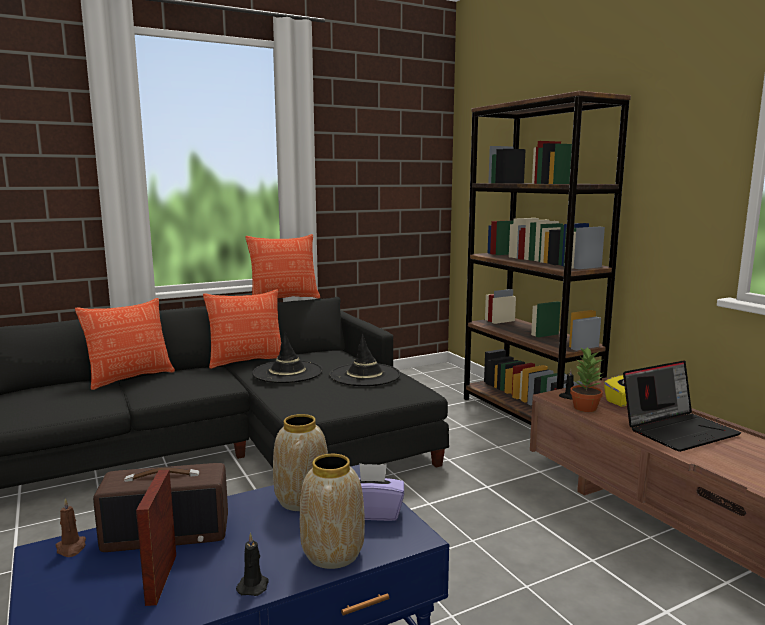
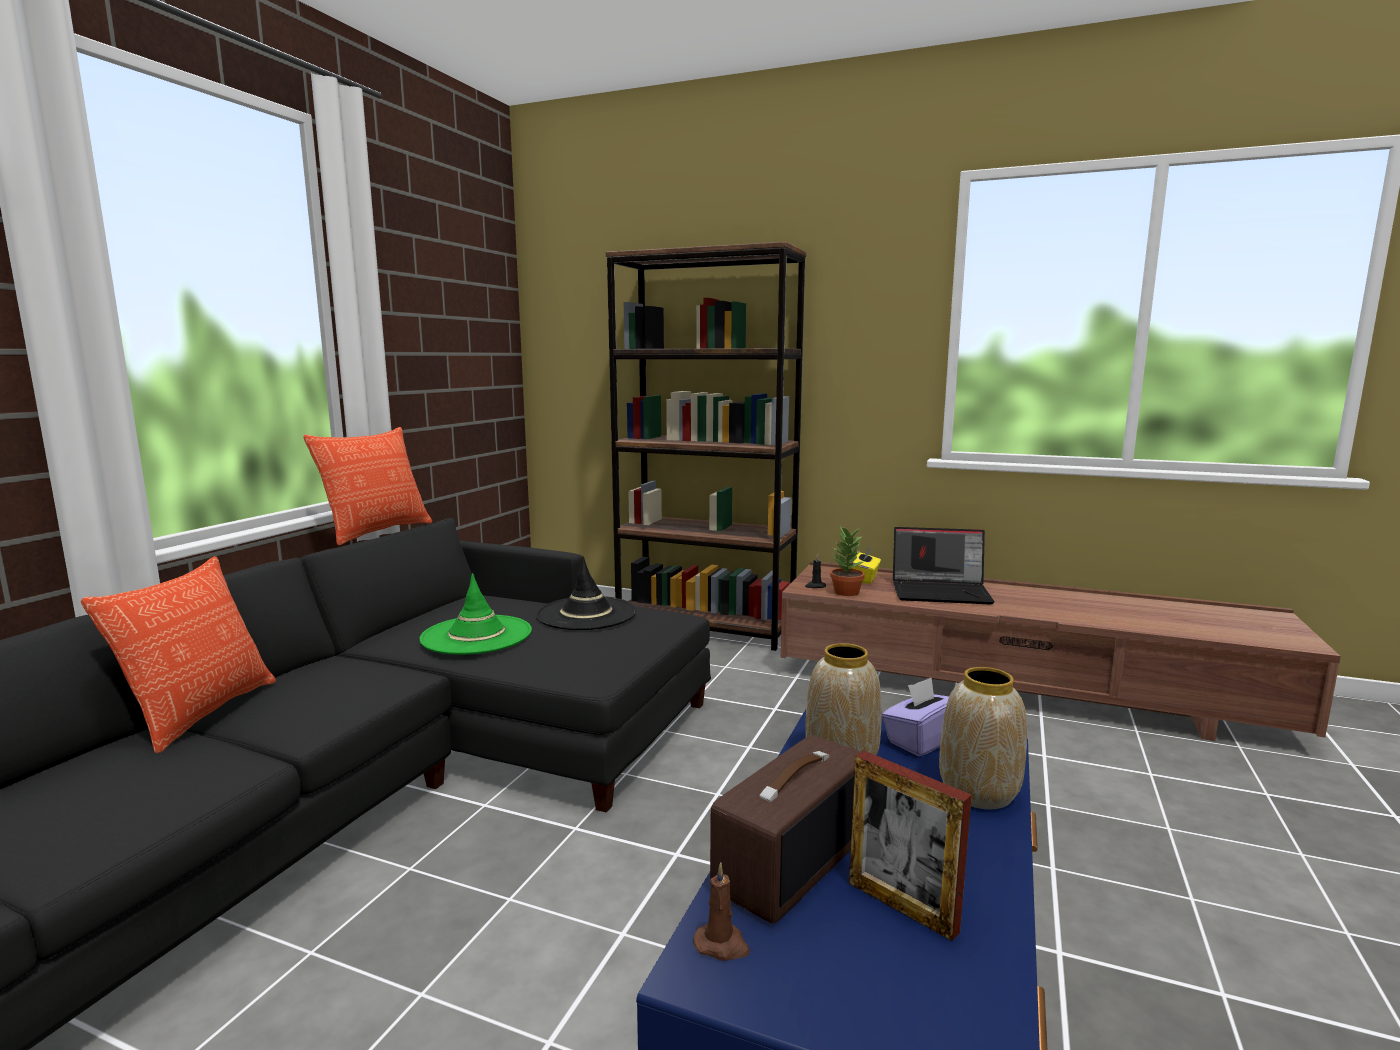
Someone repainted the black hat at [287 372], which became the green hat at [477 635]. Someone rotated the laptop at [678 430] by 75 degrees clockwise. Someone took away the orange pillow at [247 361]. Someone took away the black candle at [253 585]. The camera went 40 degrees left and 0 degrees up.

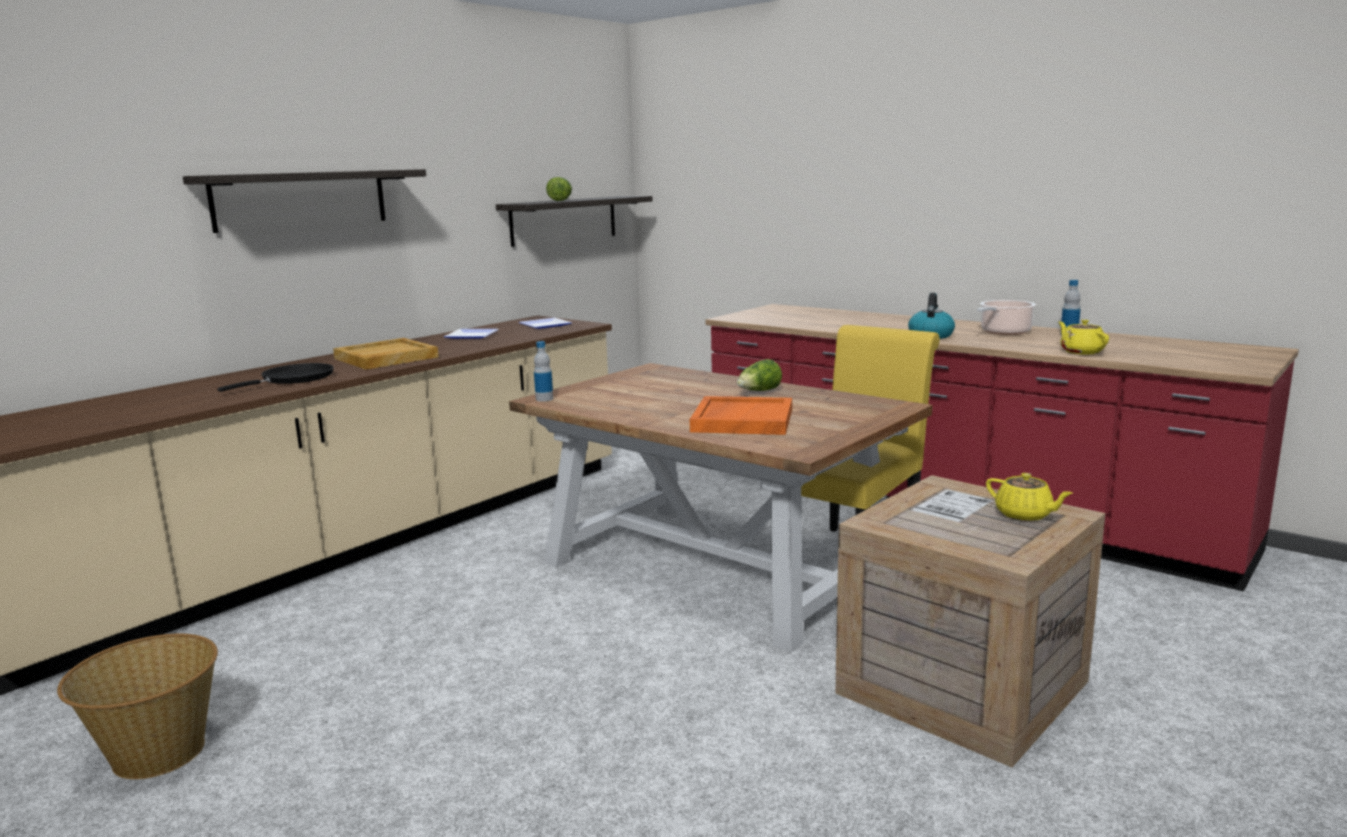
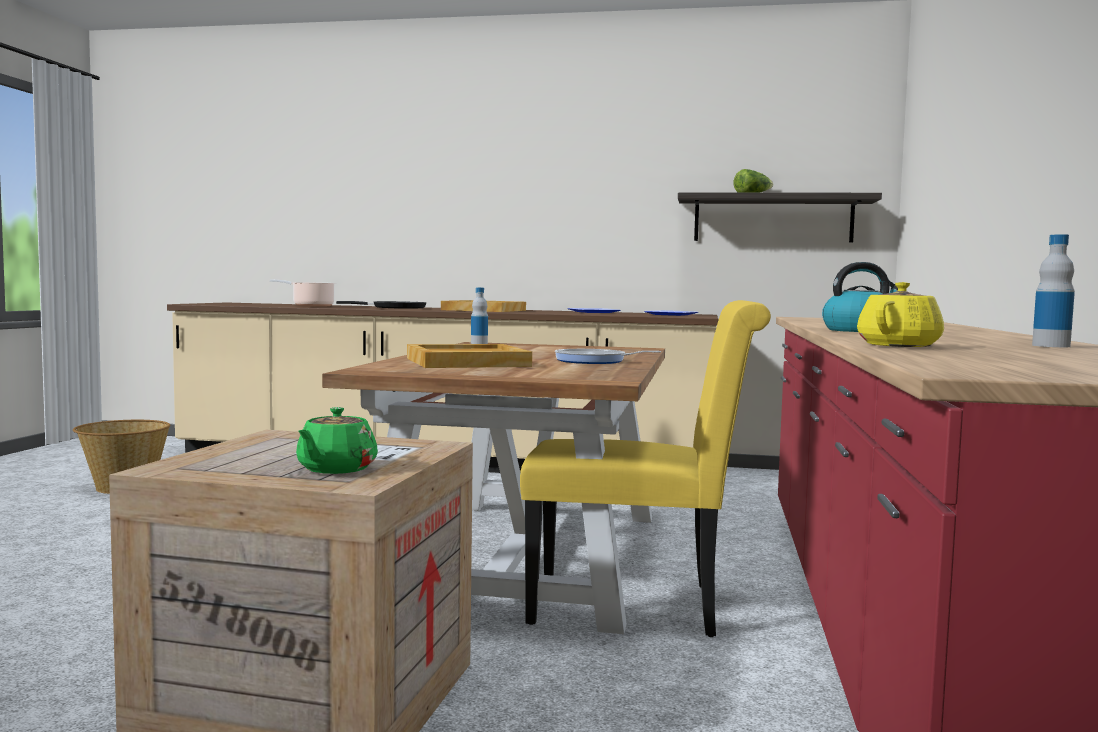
Someone carried the cooking pot from [1004 332] to [311 306]. Someone repainted the yellow teapot at [1024 515], which became the green teapot at [335 469]. Someone repainted the orange tray at [742 420], which became the beige tray at [467 362]. Someone swapped the lettuce at [759 392] for the frying pan at [594 361]. Someone took away the shelf at [301 199]. The camera went 60 degrees right and 10 degrees down.

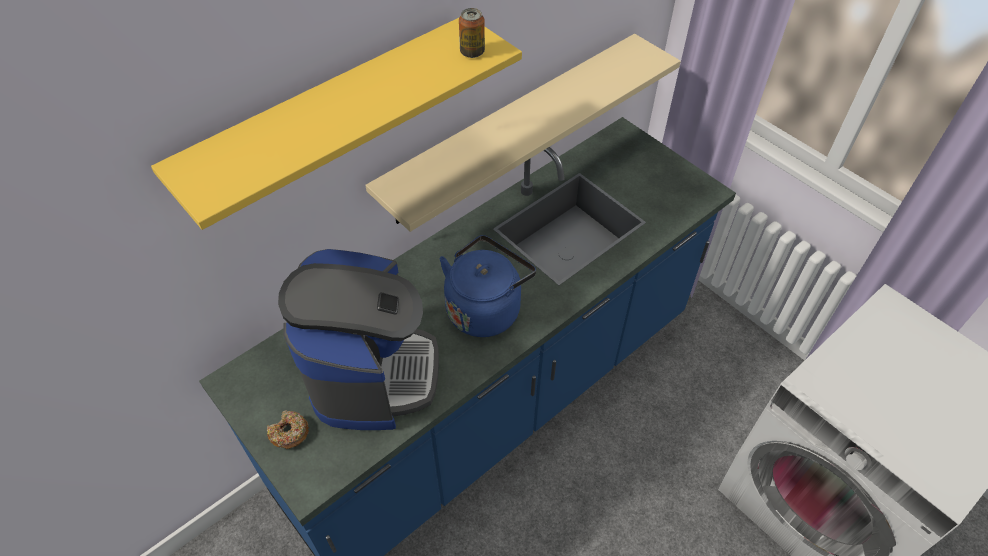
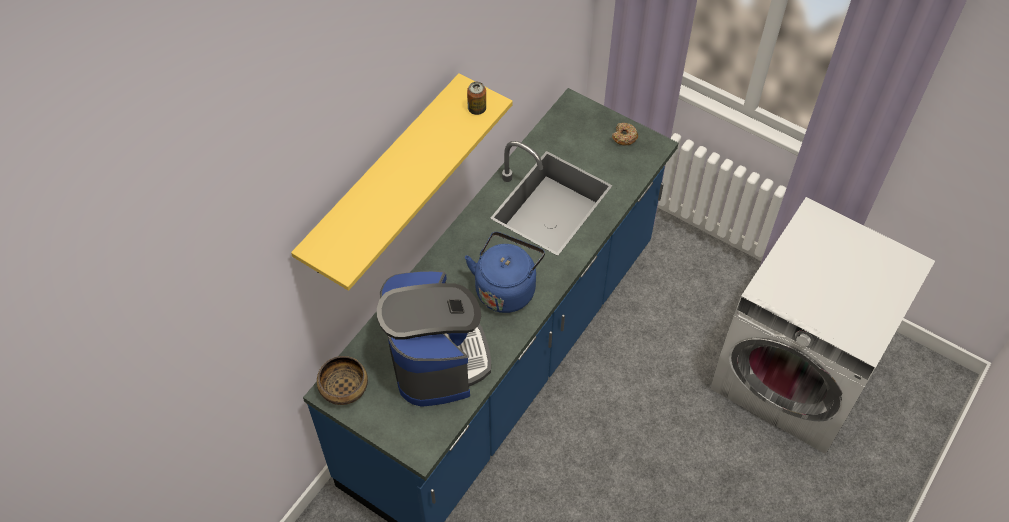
Someone put down the bowl at [343 387]. Someone carried the donut from [289 433] to [624 137]. Someone took away the beige shelf at [512 128]. The camera went 15 degrees left and 5 degrees up.

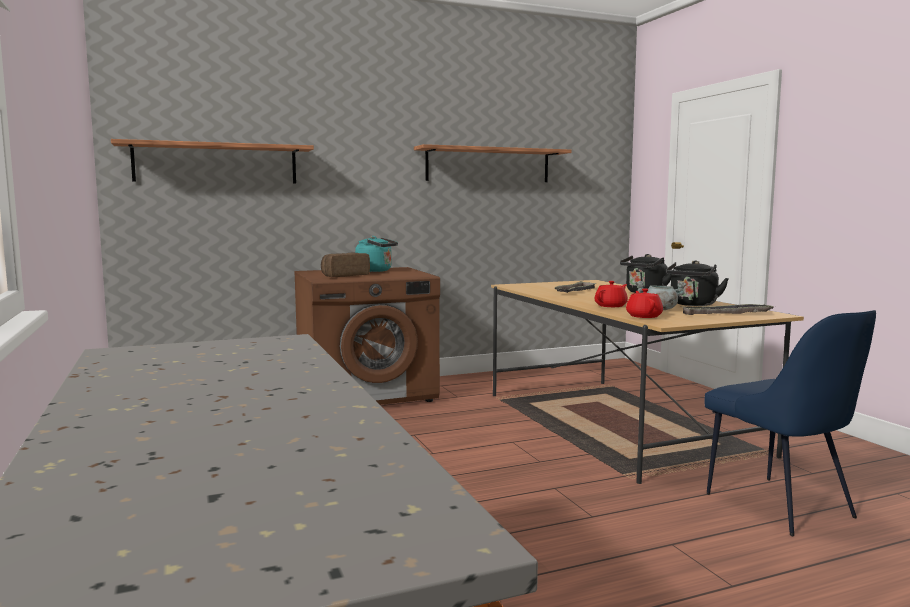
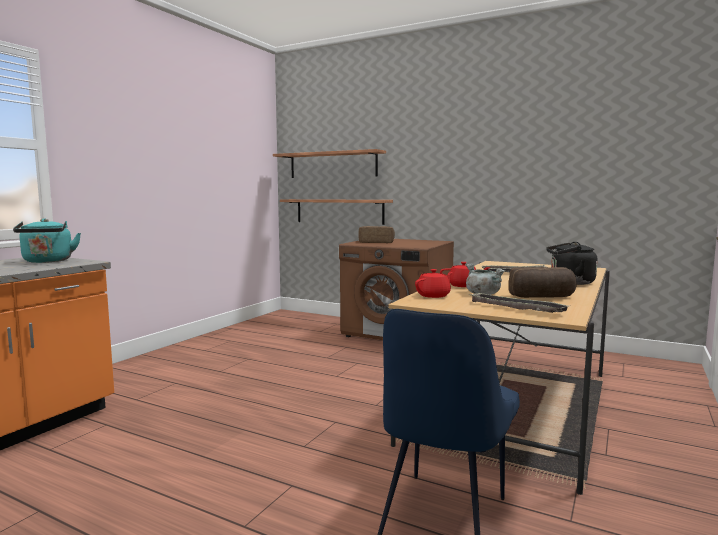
Someone carried the turquoise kettle from [376 271] to [47 261]. Someone carried the shelf from [488 165] to [339 211]. Someone swapped the black kettle at [693 304] for the bread at [542 297]. The camera went 50 degrees right and 0 degrees up.

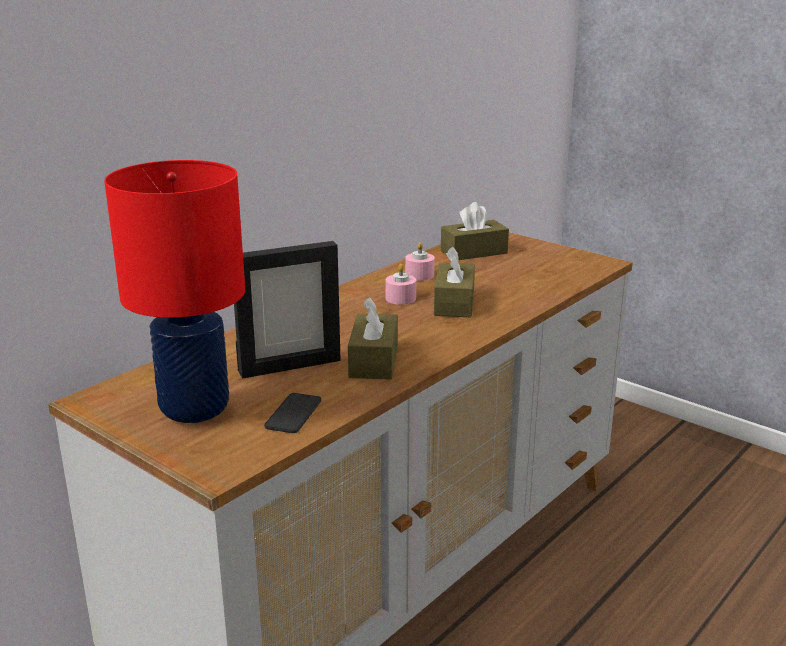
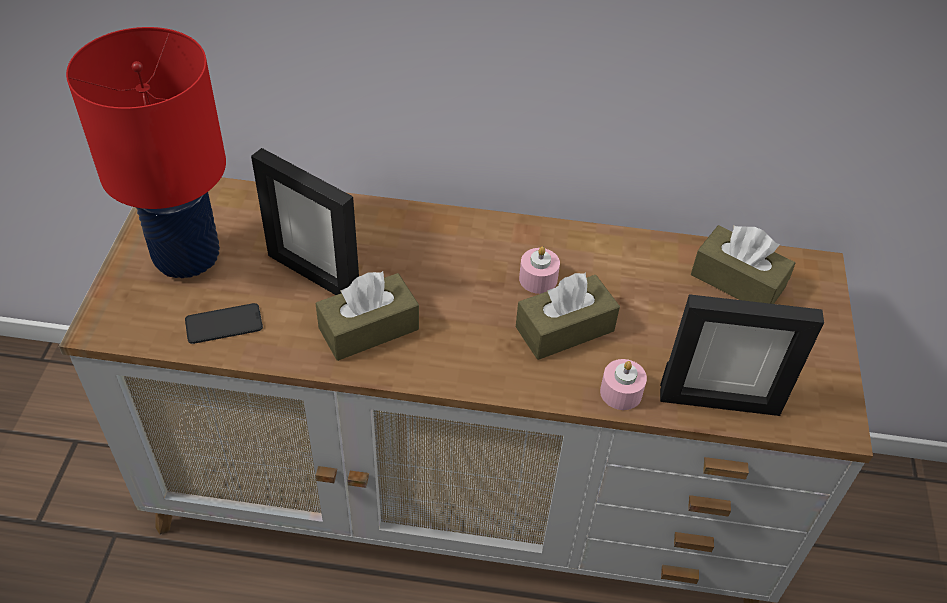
Someone carried the pink candle from [419 275] to [621 392]. Someone put down the picture frame at [719 400]. The camera went 55 degrees right and 25 degrees up.

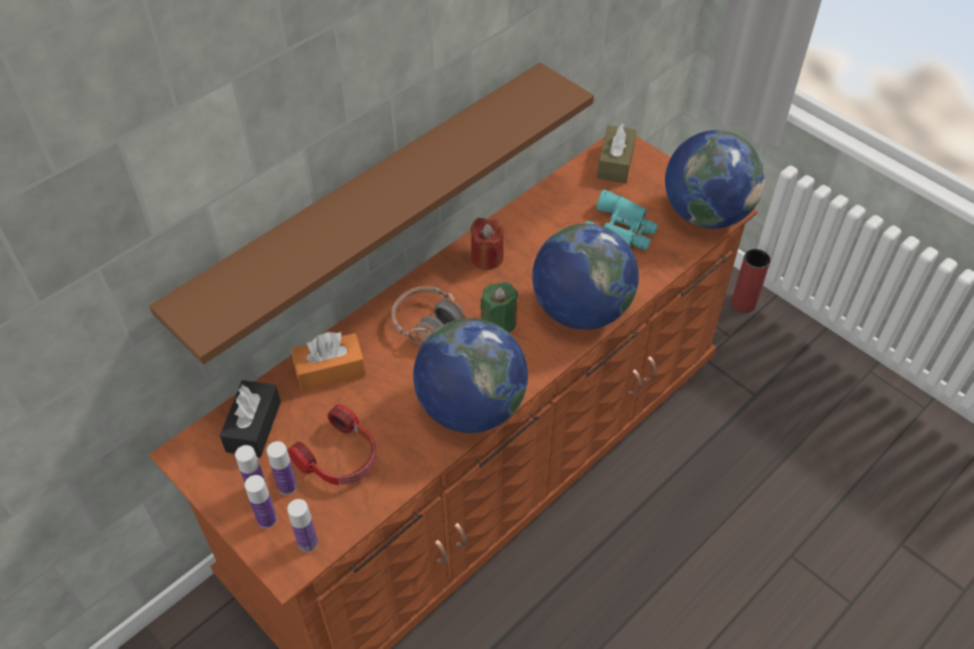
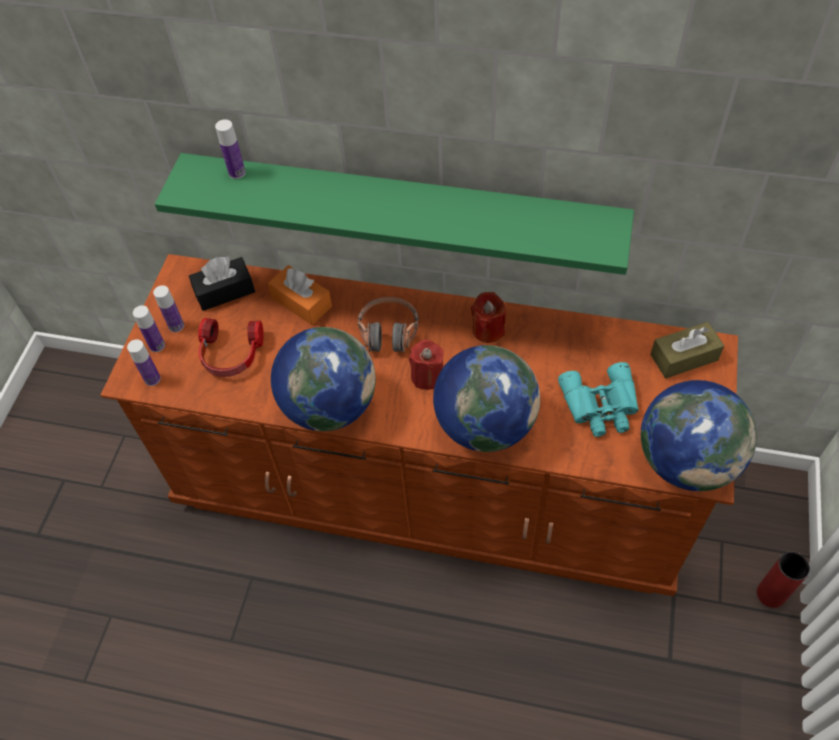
Someone repainted the brown shelf at [369 202], which became the green shelf at [400 208]. Someone carried the bottle from [287 486] to [237 173]. Someone repainted the green candle at [499 322], which became the red candle at [427 376]. The camera went 60 degrees right and 5 degrees up.

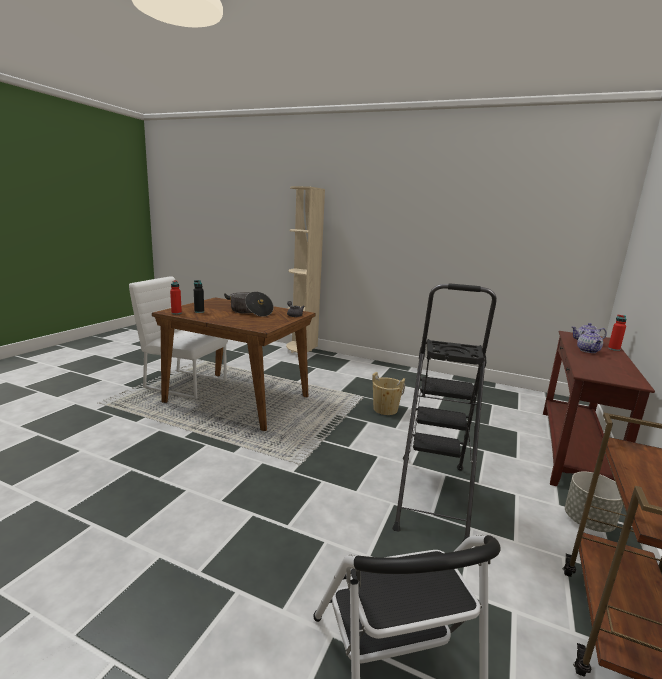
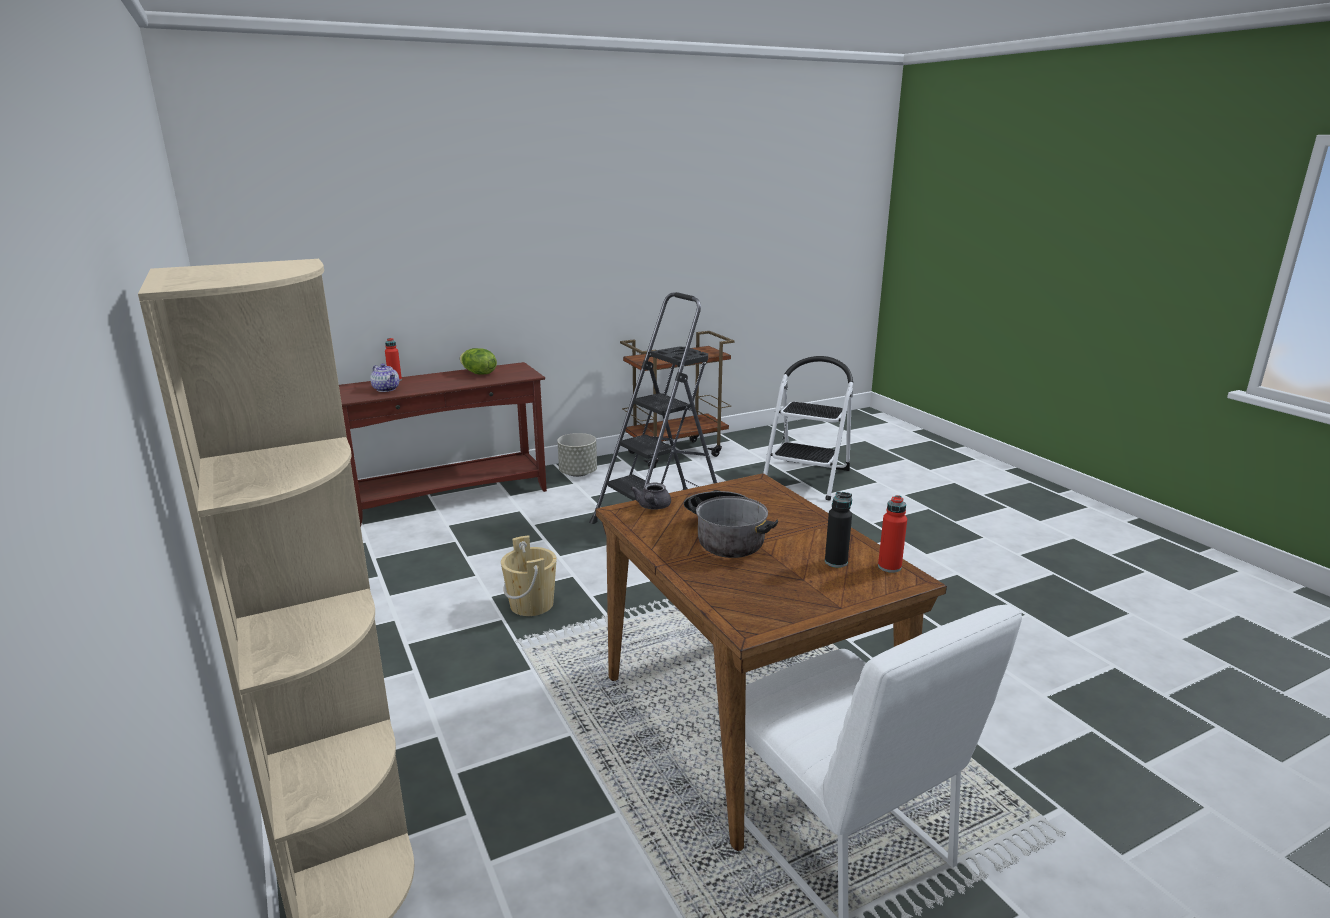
Someone put down the lettuce at [478 373]. Someone took away the teapot at [588 351]. The camera went 140 degrees left and 5 degrees up.

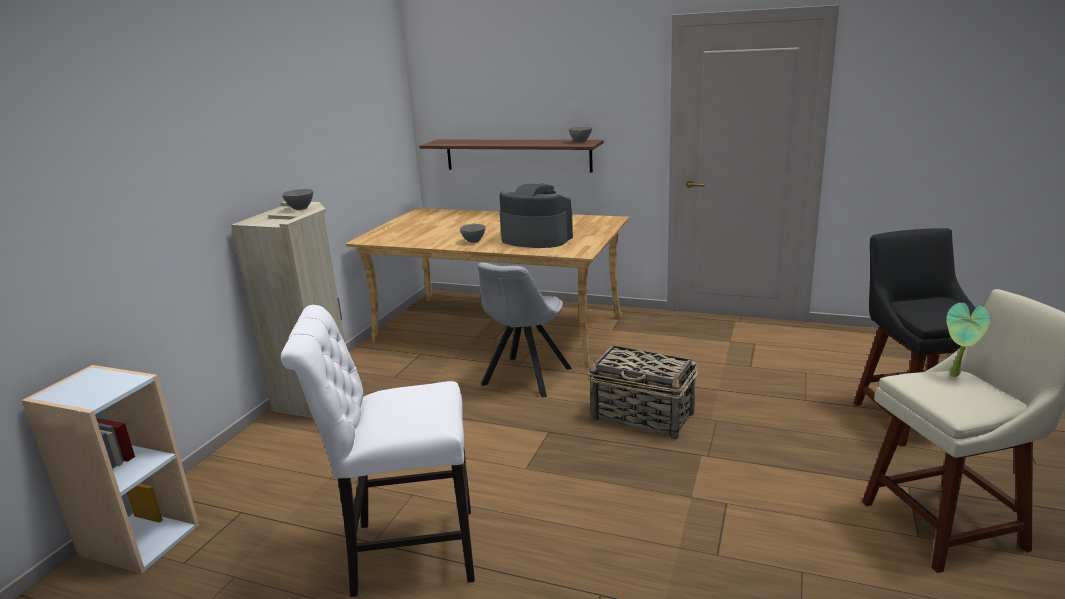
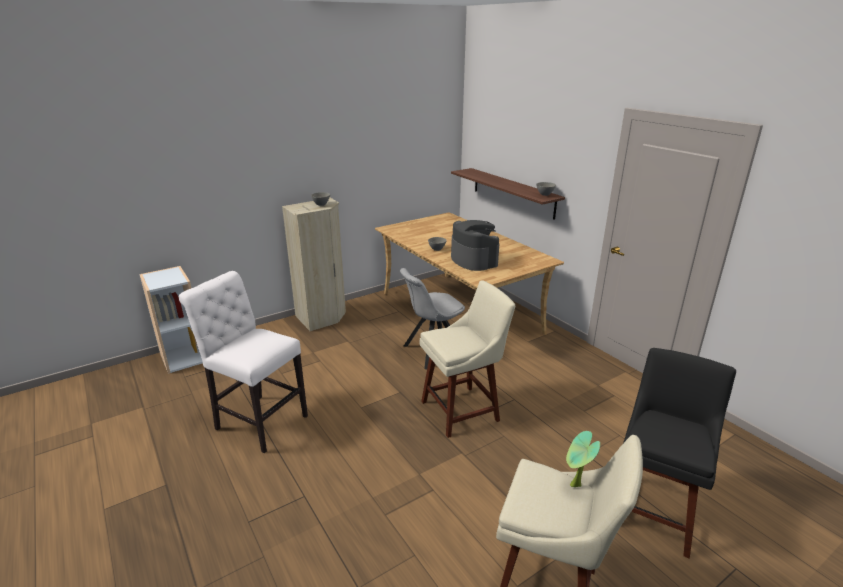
Someone swapped the basket at [643 416] for the beige stool at [463 410]. The camera went 35 degrees right and 5 degrees up.

